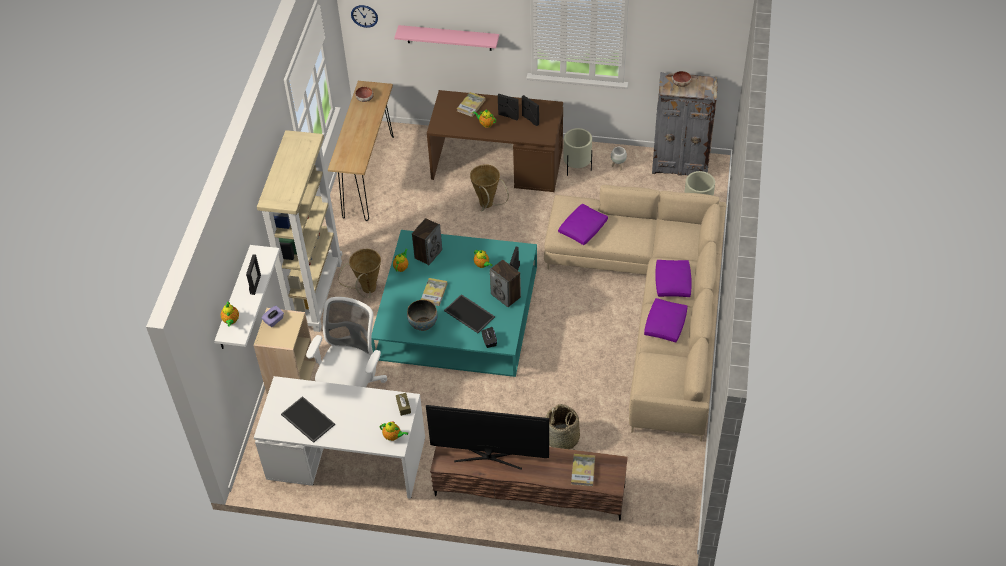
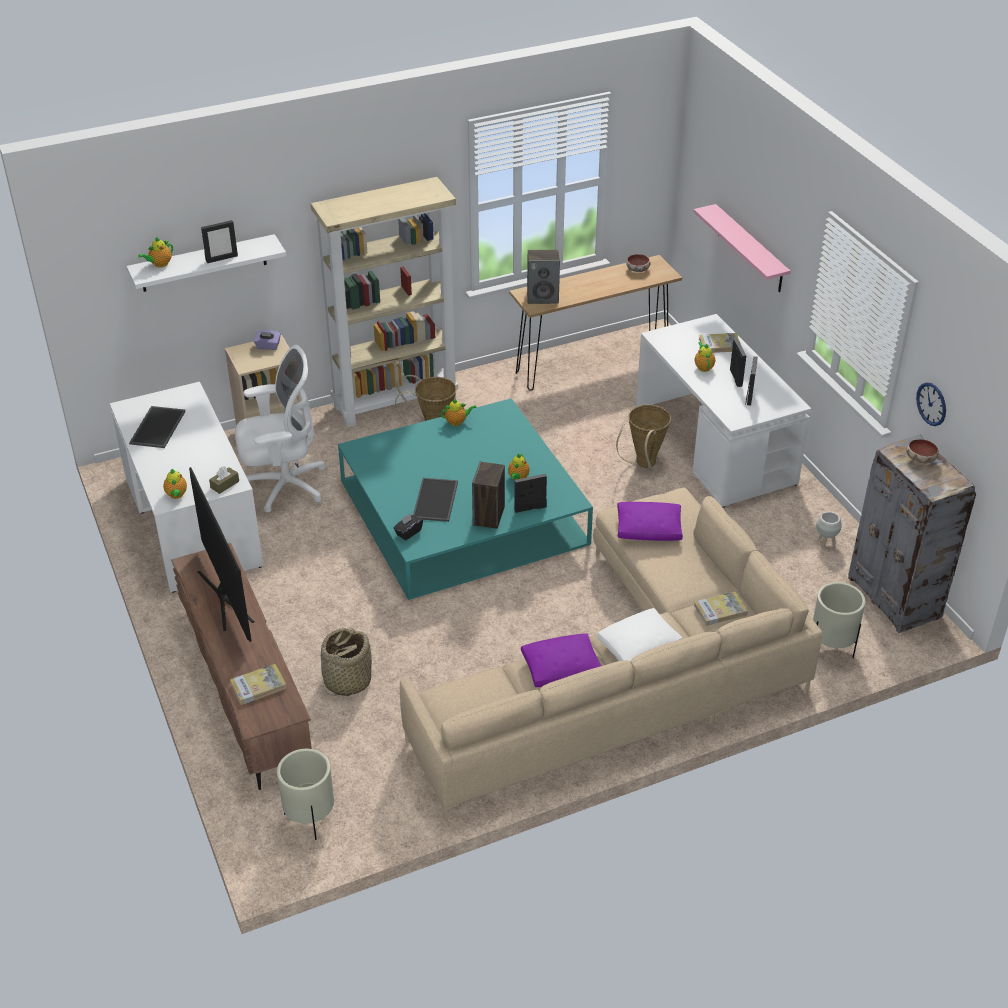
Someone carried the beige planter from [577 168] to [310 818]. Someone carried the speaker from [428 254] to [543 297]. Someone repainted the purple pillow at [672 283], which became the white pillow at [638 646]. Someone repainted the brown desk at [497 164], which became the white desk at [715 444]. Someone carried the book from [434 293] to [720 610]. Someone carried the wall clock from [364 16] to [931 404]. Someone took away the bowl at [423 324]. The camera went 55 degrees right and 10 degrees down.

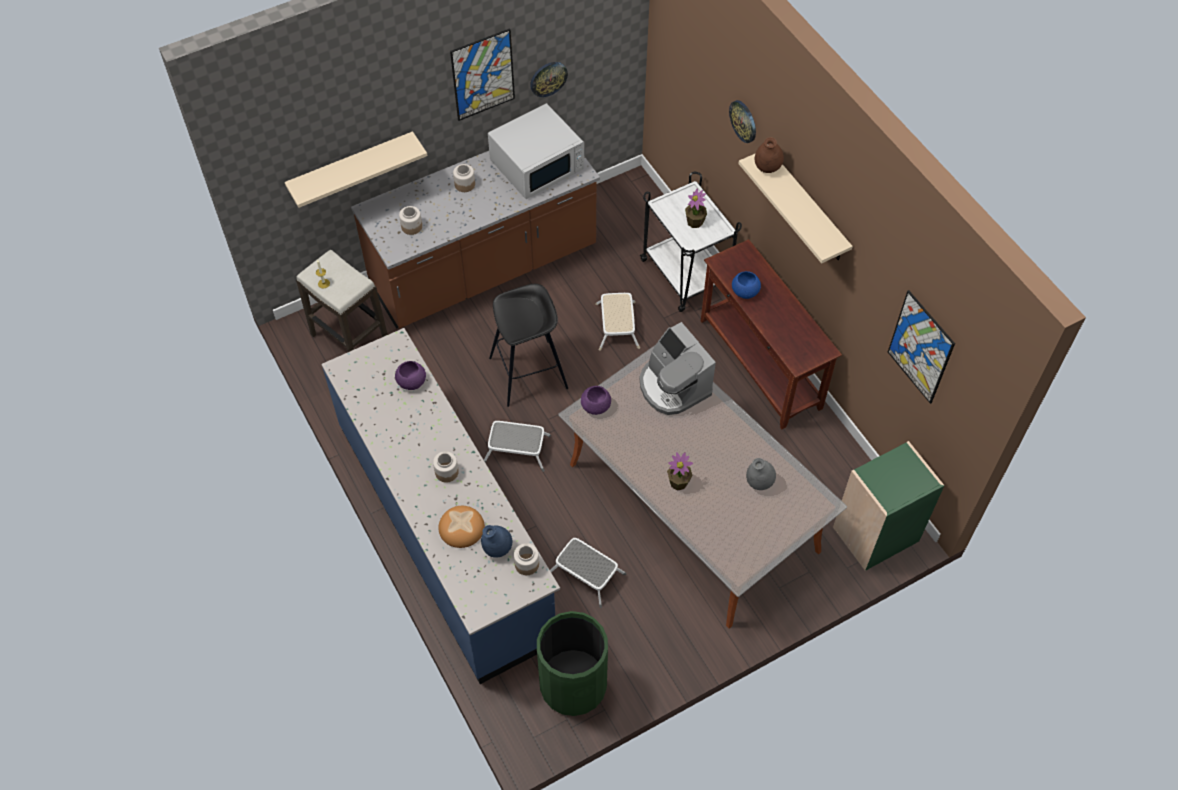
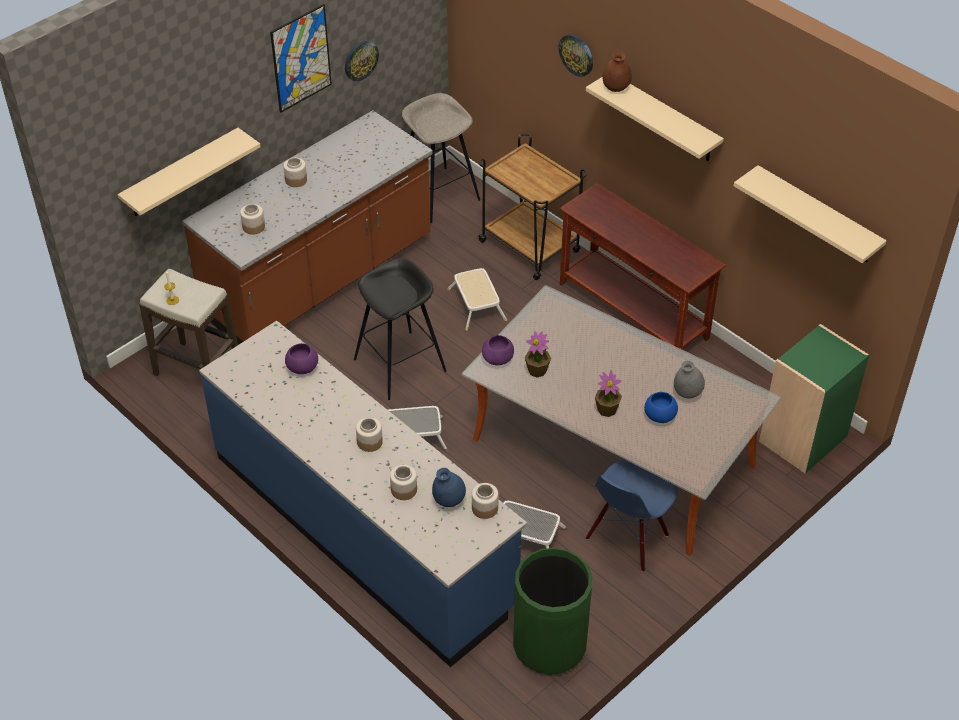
Someone swapped the bread at [461 528] for the jar at [403 490]. Someone put down the grey stool at [438 194]. Someone repainted the white cart at [685 276], which became the brown cart at [530 247]. Someone carried the potted plant from [695 222] to [537 370]. Someone put down the blue chair at [627 538]. Someone carried the blue bowl from [744 291] to [659 415]. Someone swapped the picture at [920 347] for the beige shelf at [817 216]. Someone took away the white microwave at [537 165]. Someone took away the coffee machine at [673 386]. The camera went 15 degrees left and 10 degrees down.

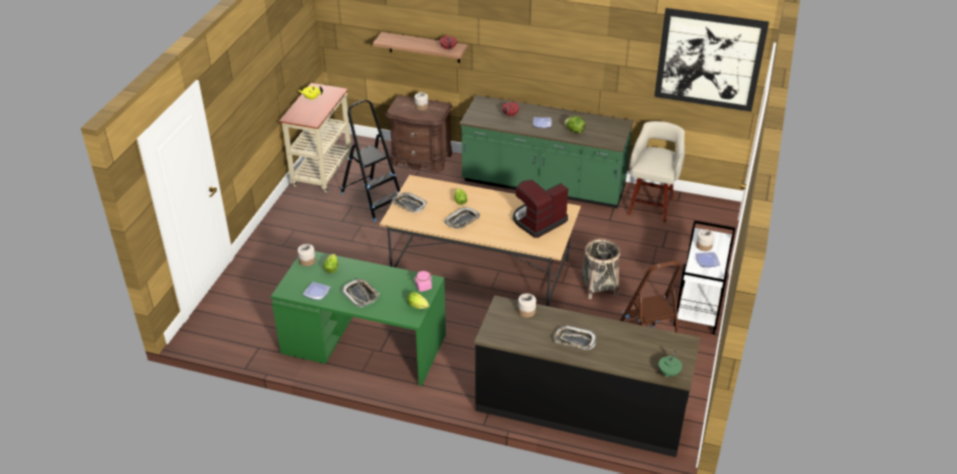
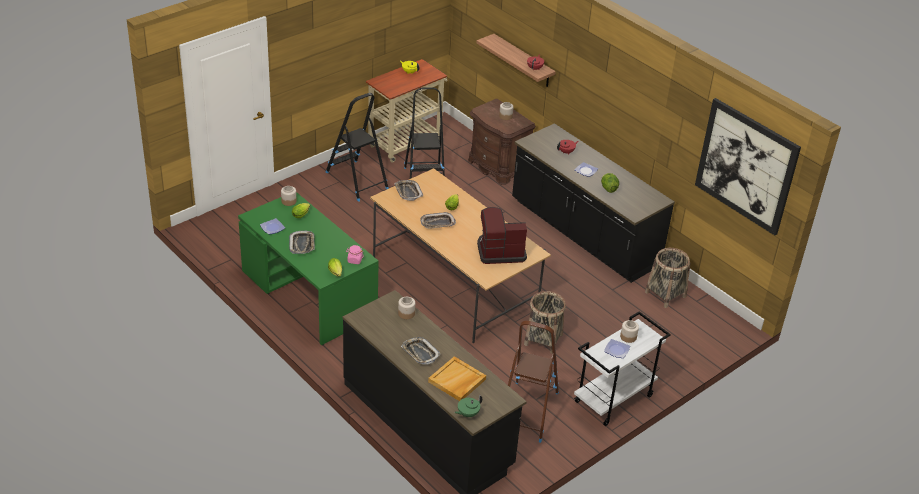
Someone put down the black step ladder at [356 180]. Someone put down the beige tray at [457 381]. Someone repainted the green counter at [543 185], which became the black counter at [583 234]. Someone swapped the beige stool at [651 206] for the basket at [665 294]. The camera went 30 degrees right and 0 degrees up.

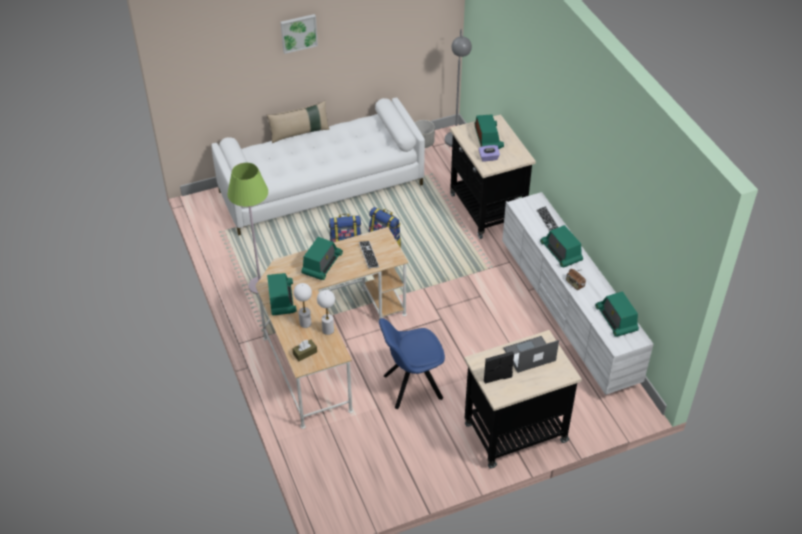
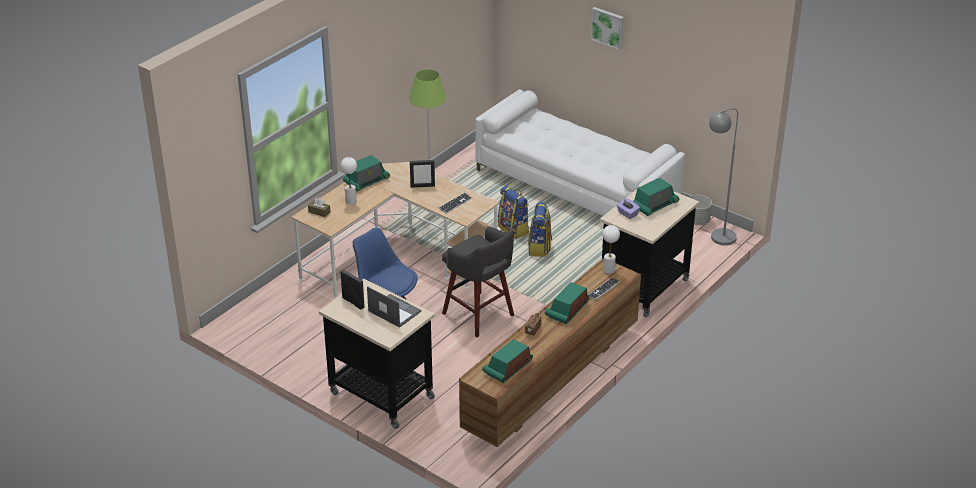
Someone swapped the radio at [322 264] for the picture frame at [422 185]. Someone put down the grey stool at [479 315]. Someone repainted the white cabinet at [567 316], which became the brown cabinet at [552 382]. Someone carried the white table lamp from [328 330] to [609 270]. Someone took away the beige pillow at [299 133]. The camera went 60 degrees right and 10 degrees down.

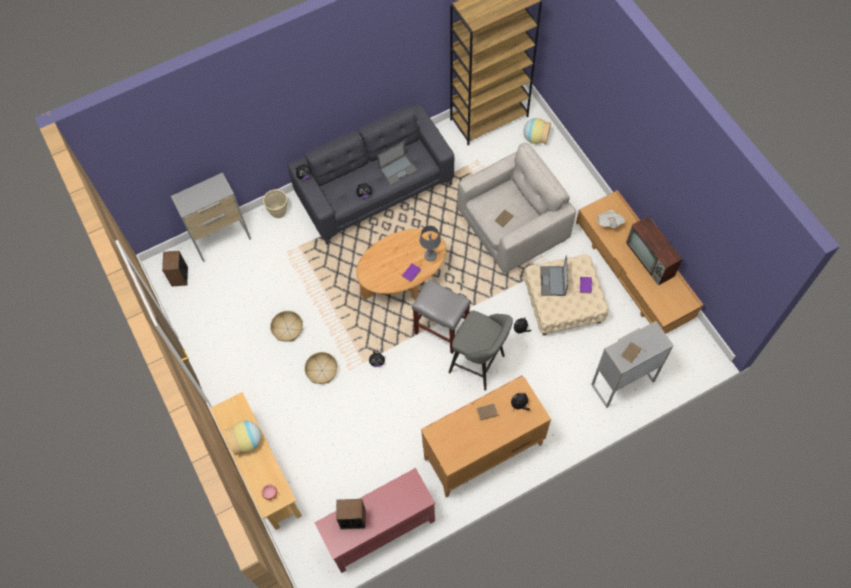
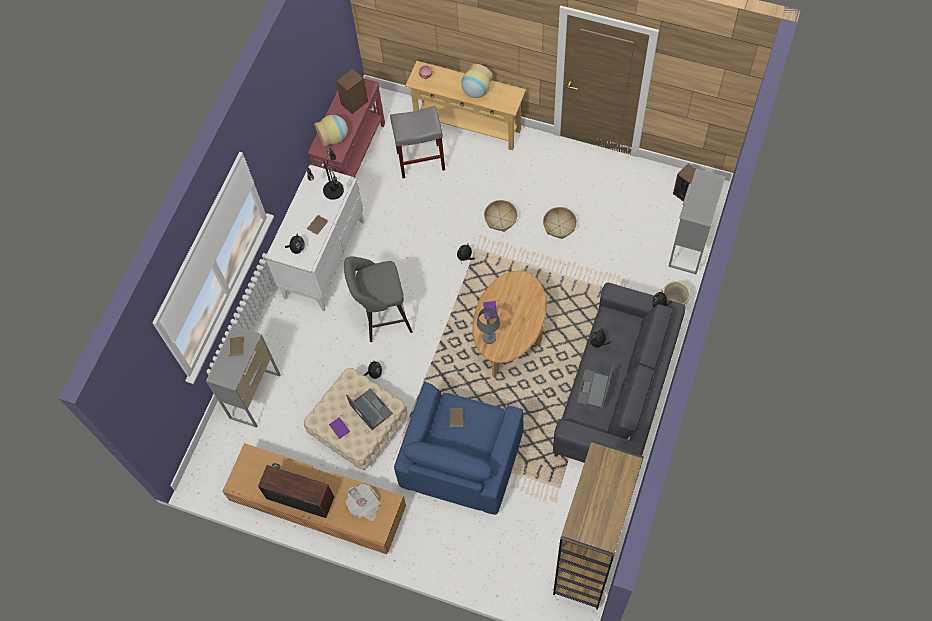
Someone repainted the brown cabinet at [482 451], which became the white cabinet at [325 259]. Someone put down the table lamp at [333 190]. Someone carried the vase from [535 138] to [334 137]. Someone carried the grey stool from [441 330] to [421 160]. Someone repainted the grey armchair at [513 227], which became the blue armchair at [462 460]. The camera went 140 degrees right and 0 degrees up.

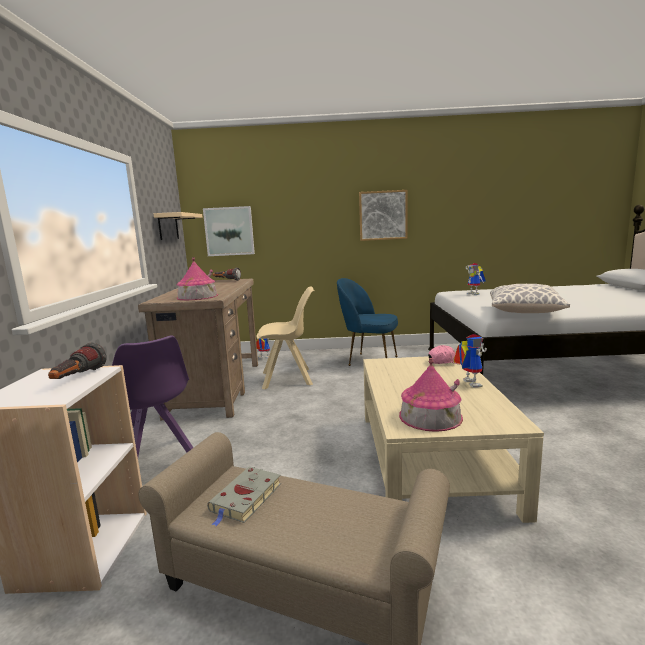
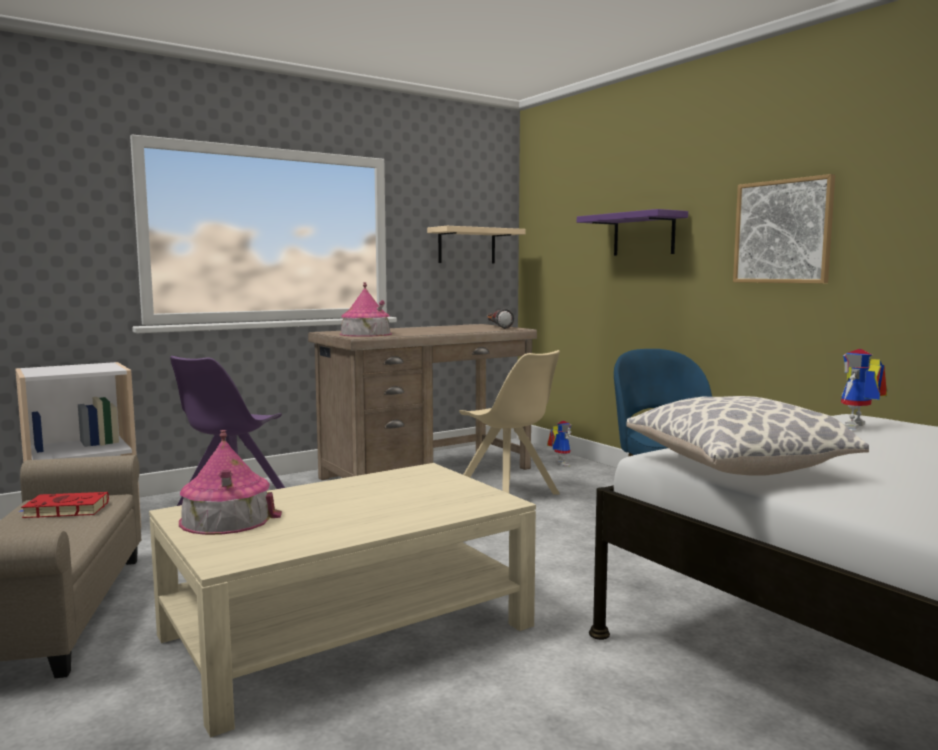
Someone repainted the grey book at [245 499], which became the red book at [64 510]. Someone put up the purple shelf at [644 234]. Someone took away the flashlight at [77 378]. Someone took away the picture at [229 231]. Someone took away the pink cap at [446 362]. Someone took away the toy robot at [468 383]. The camera went 55 degrees right and 5 degrees down.

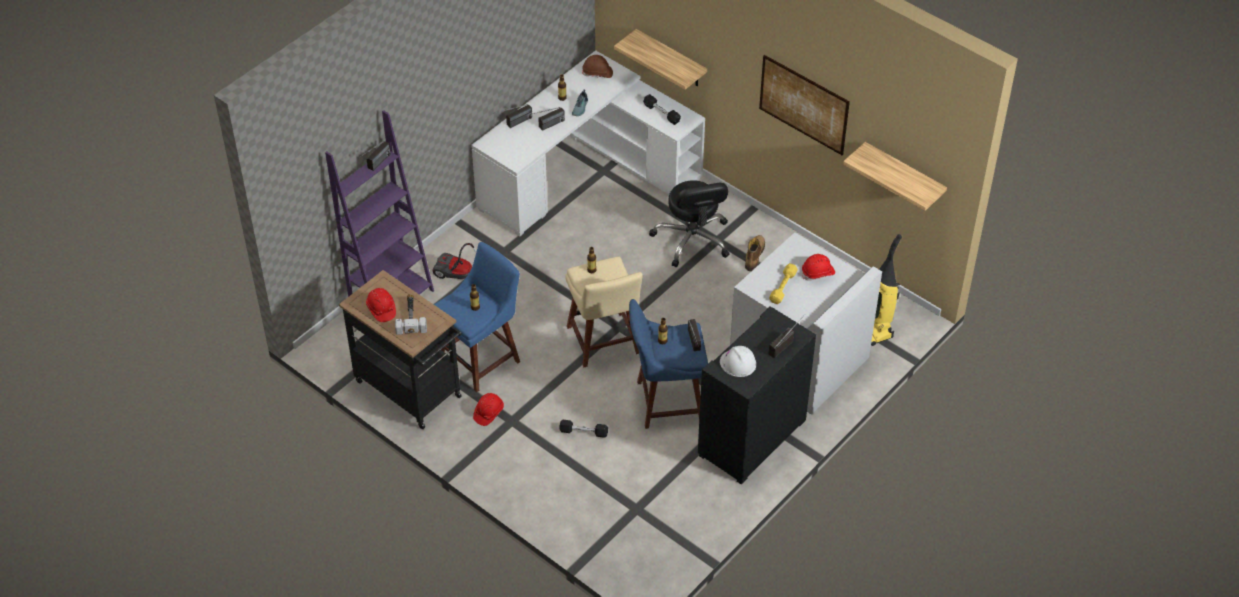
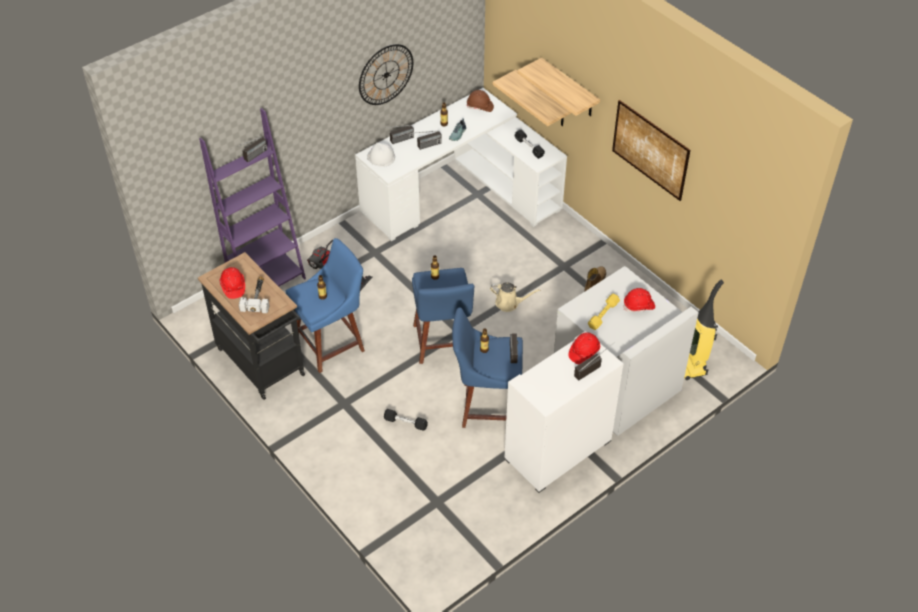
Someone put up the wall clock at [386 74]. Someone carried the white hard hat from [738 363] to [381 157]. Someone repainted the beige stool at [604 342], which became the blue stool at [442 344]. Someone put down the beige watering can at [509 303]. Someone repainted the black cabinet at [752 438], which became the white cabinet at [558 451]. Someone carried the shelf from [904 175] to [569 88]. Someone carried the red hard hat from [488 413] to [584 352]. Someone took away the black office chair at [693 242]. The camera went 10 degrees right and 0 degrees up.

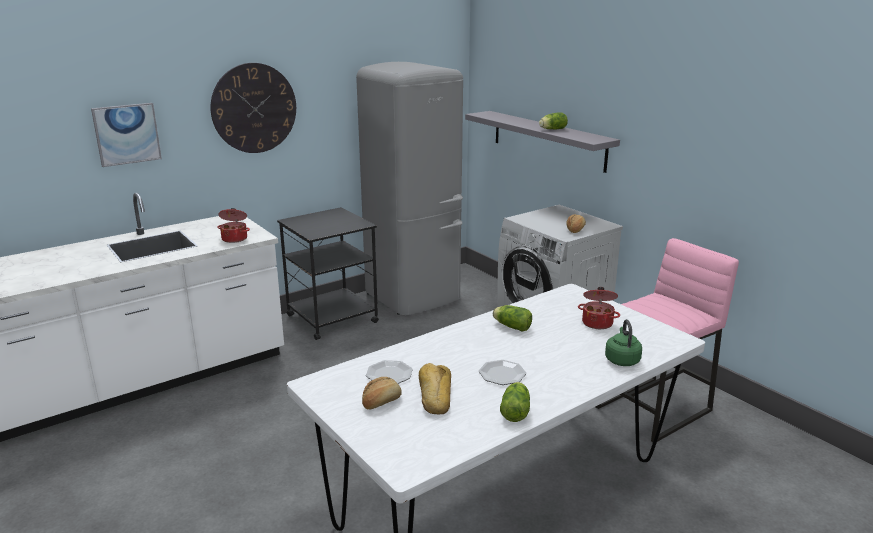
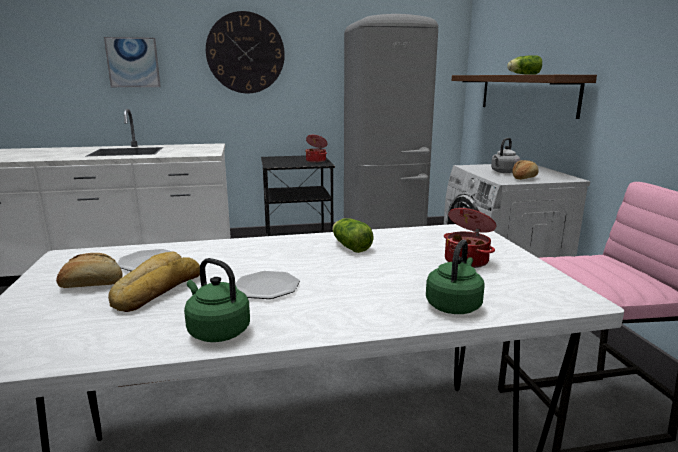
Someone swapped the lettuce at [515 410] for the green kettle at [216 331]. Someone carried the cooking pot from [235 238] to [316 161]. Someone repainted the grey shelf at [547 140], which became the brown shelf at [525 93]. Someone put down the grey kettle at [503 172]. The camera went 25 degrees right and 5 degrees down.

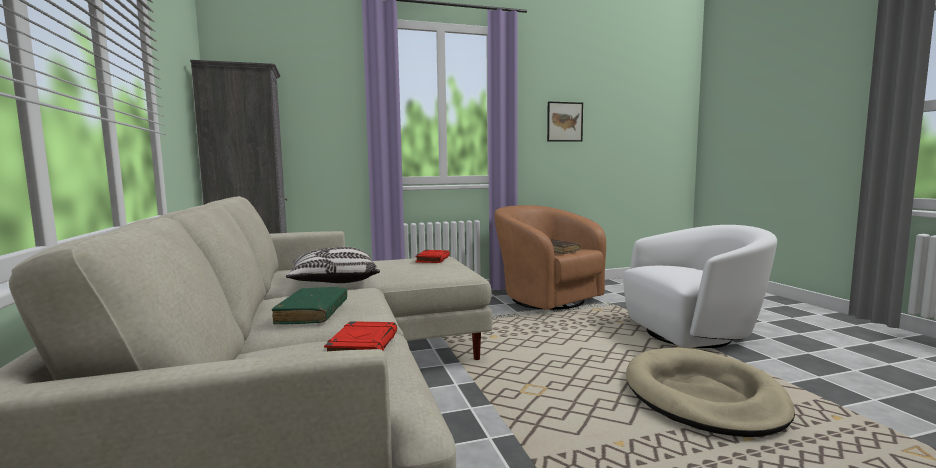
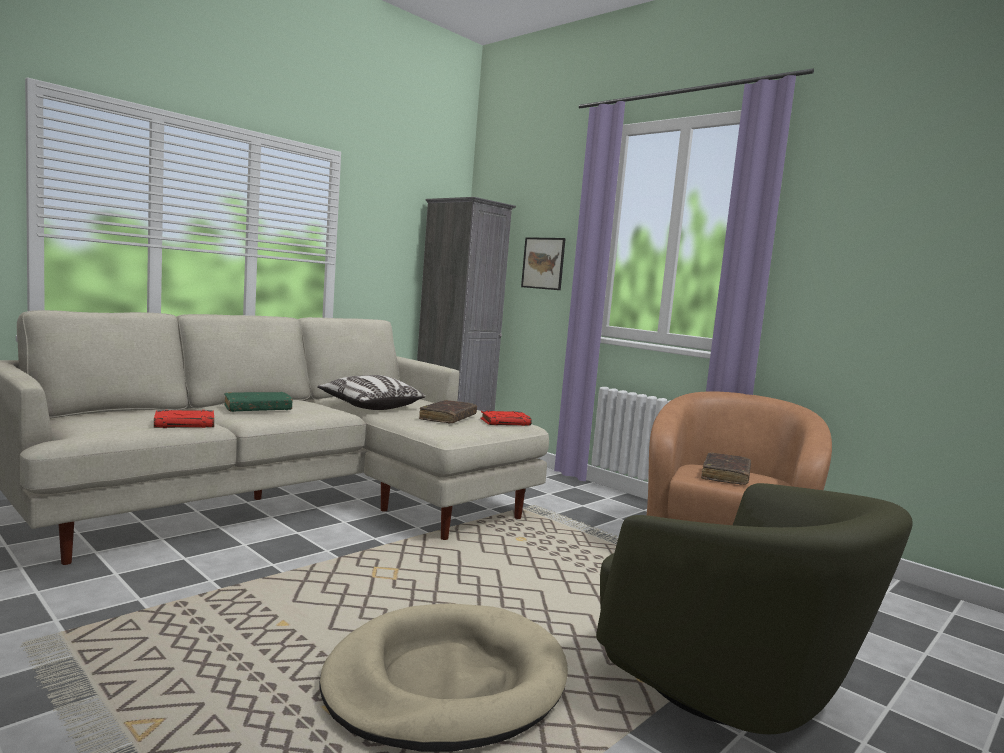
Someone put down the brown book at [448 418]. Someone carried the picture from [564 122] to [543 263]. Someone repainted the white armchair at [694 334], which became the green armchair at [732 687]. The camera went 60 degrees right and 0 degrees up.

